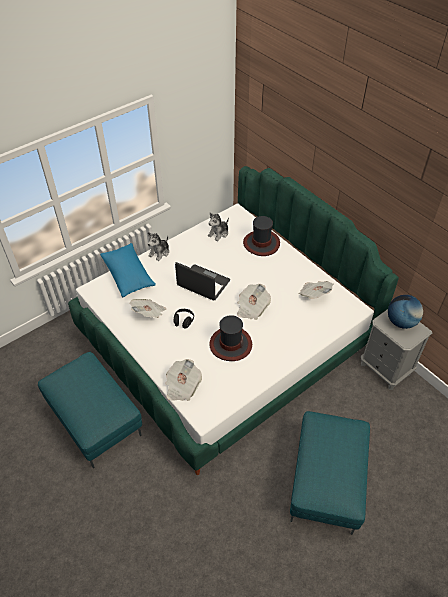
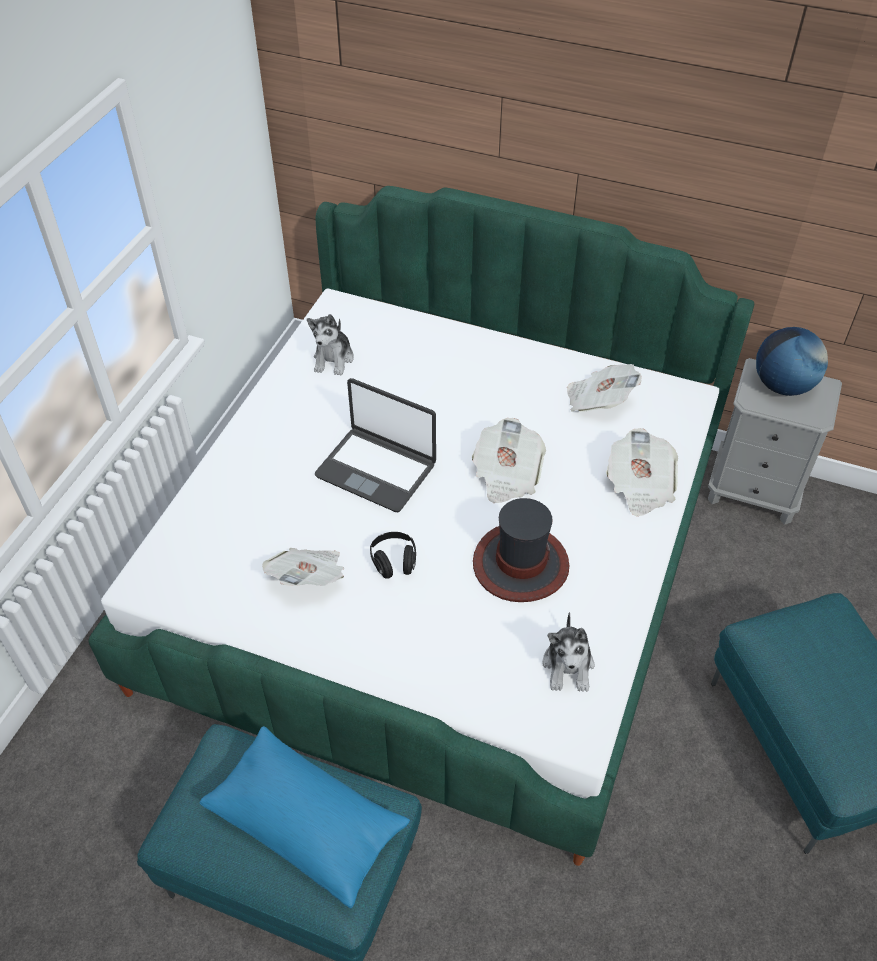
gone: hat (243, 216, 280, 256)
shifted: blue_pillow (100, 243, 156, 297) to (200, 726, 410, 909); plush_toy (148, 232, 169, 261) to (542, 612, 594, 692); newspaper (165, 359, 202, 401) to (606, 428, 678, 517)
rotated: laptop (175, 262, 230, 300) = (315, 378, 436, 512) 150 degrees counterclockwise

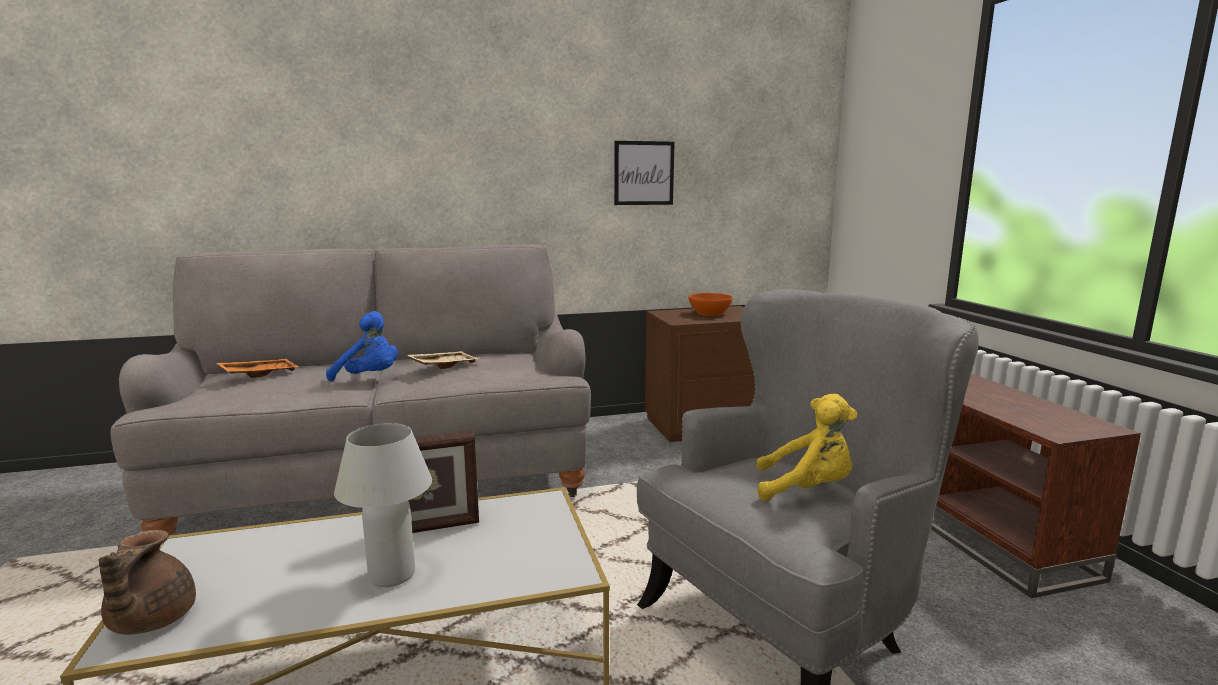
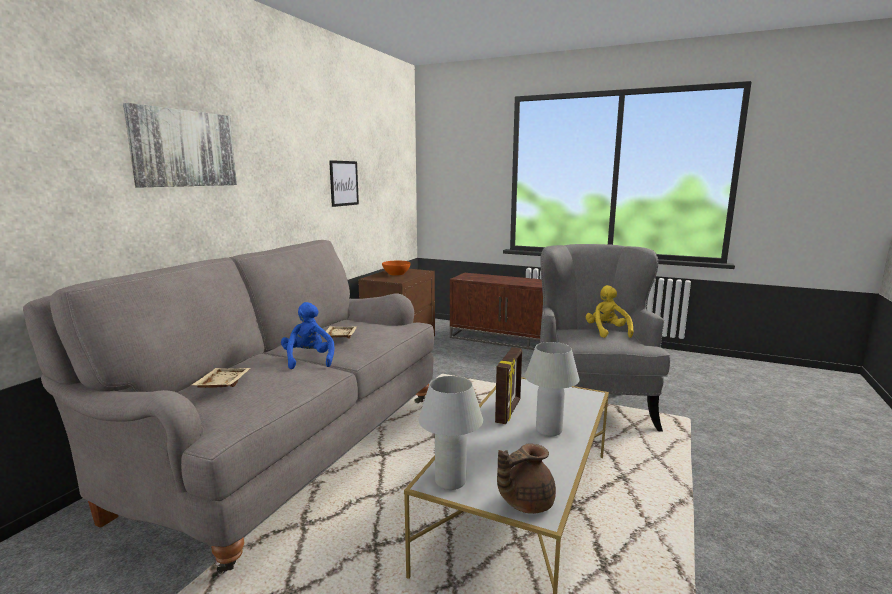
new: picture (123, 103, 237, 187); white_table_lamp (419, 376, 483, 490)
repainted: orange_tray (216, 359, 299, 378) to beige_tray (191, 368, 251, 388)
rotated: brown_teapot (99, 530, 196, 635) = (497, 443, 556, 514) 120 degrees clockwise; blue_plush_toy (326, 311, 398, 381) = (281, 302, 335, 369) 75 degrees counterclockwise; yellow_plush_toy (757, 394, 857, 501) = (586, 285, 633, 338) 60 degrees counterclockwise

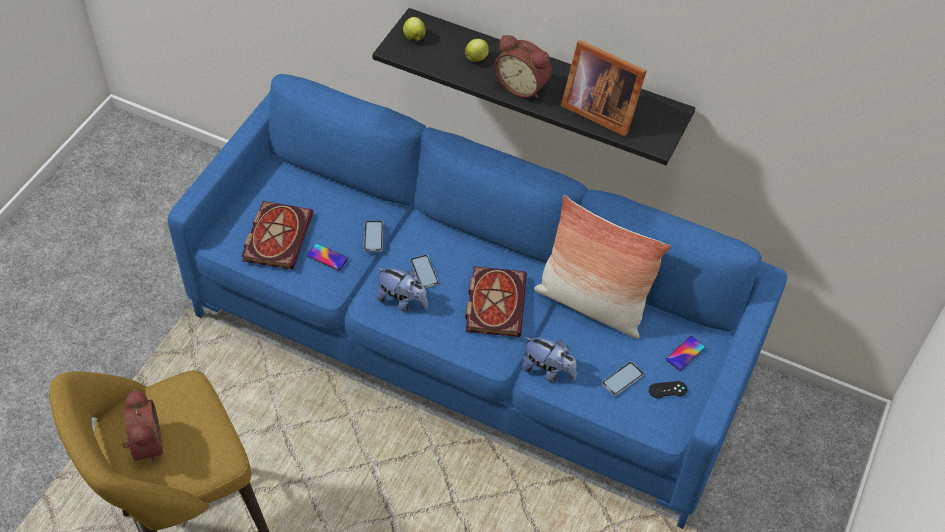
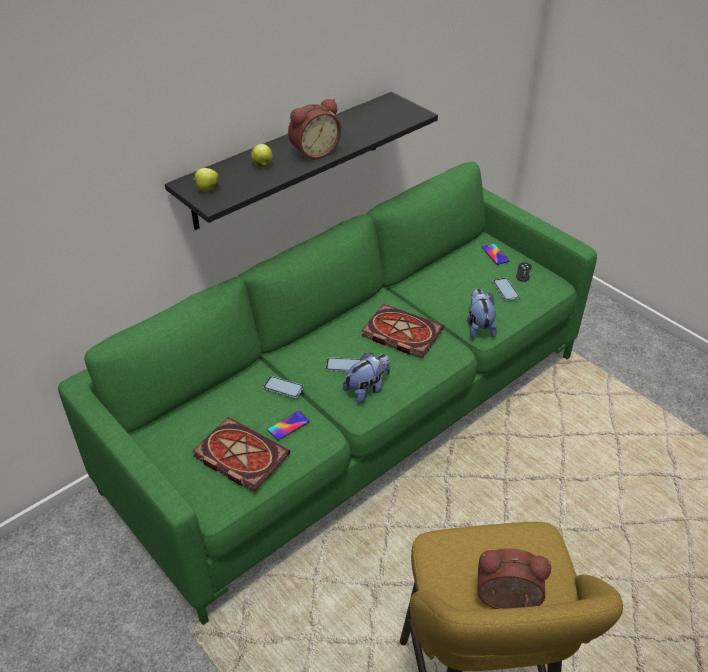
gone: pillow (534, 195, 671, 339); picture_frame (561, 40, 647, 137)
repainted: blue_sofa (168, 74, 787, 529) to green_sofa (58, 162, 597, 625)
rotated: plush_toy (522, 337, 577, 383) = (467, 288, 497, 338) 60 degrees counterclockwise

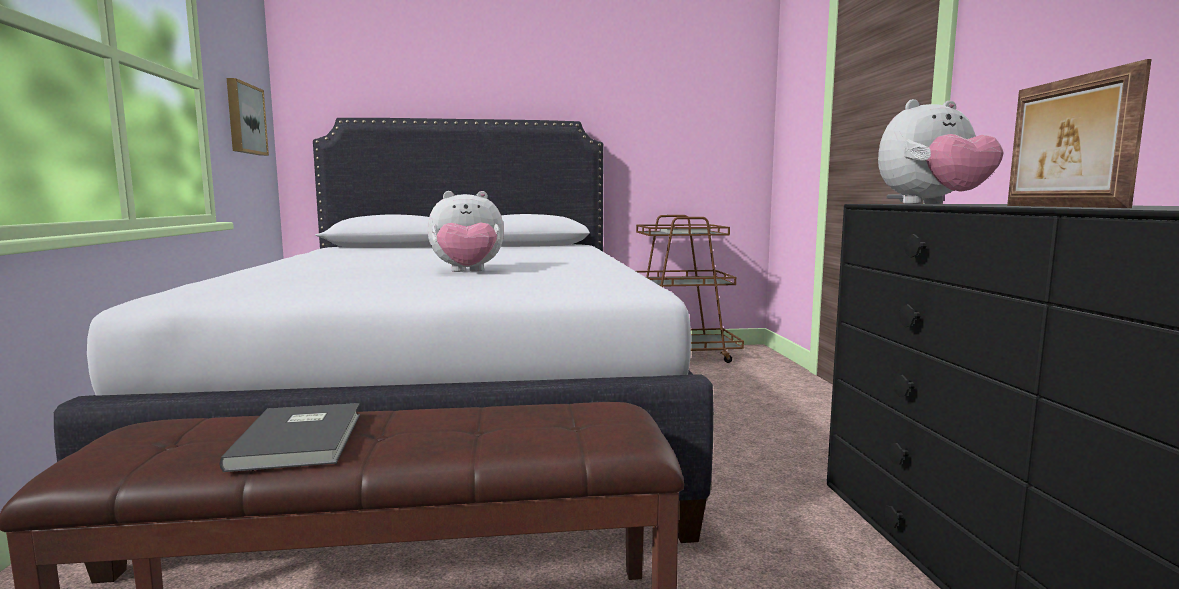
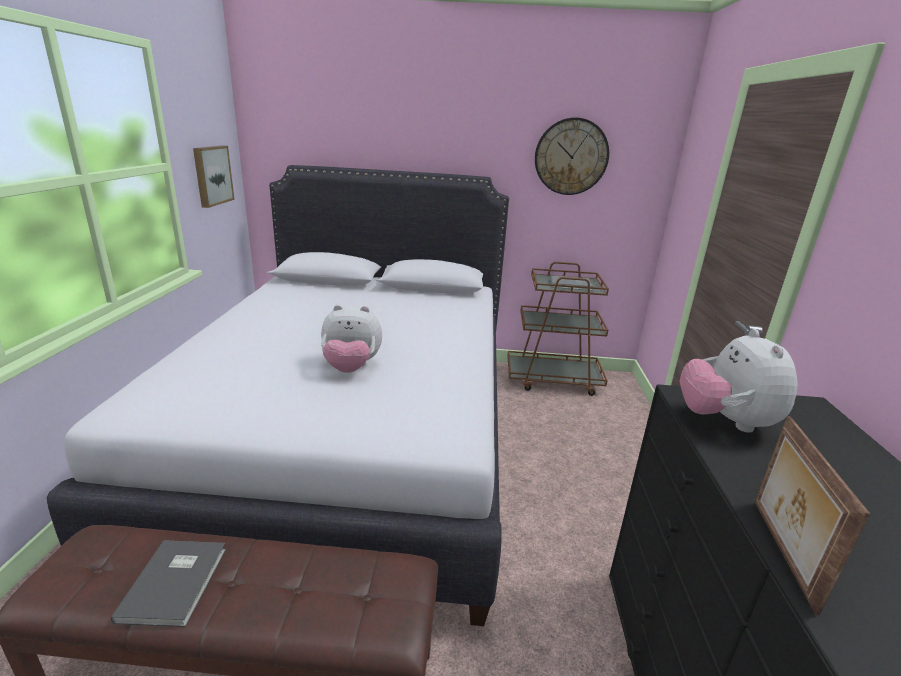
new: wall_clock (535, 118, 609, 195)
rotated: plush_toy (878, 99, 1004, 204) = (680, 329, 798, 433) 90 degrees clockwise

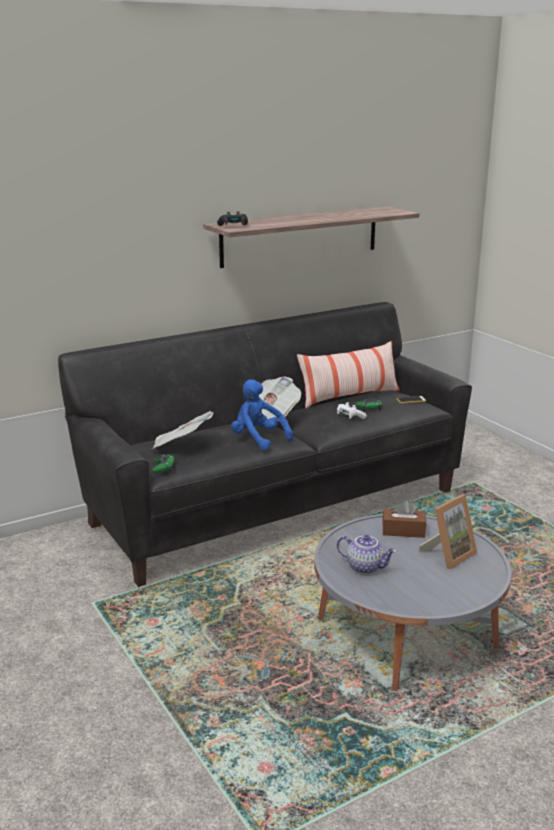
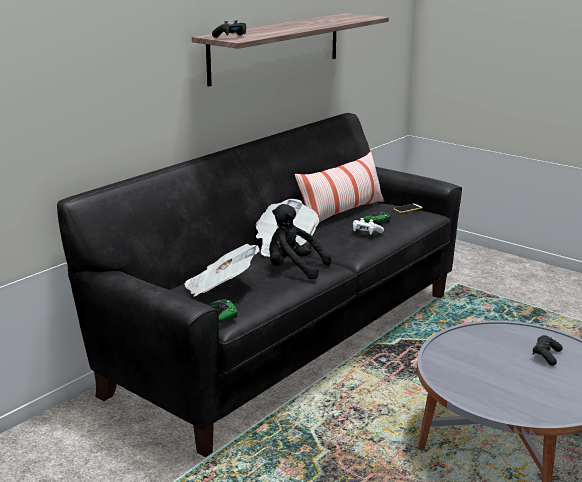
gone: teapot (337, 535, 396, 574); brown_tissue_box (382, 500, 426, 538)
swapped: picture_frame (419, 494, 477, 569) to black_game_controller (533, 335, 563, 366)
repainted: blue_plush_toy (231, 379, 293, 451) to black_plush_toy (269, 204, 331, 279)

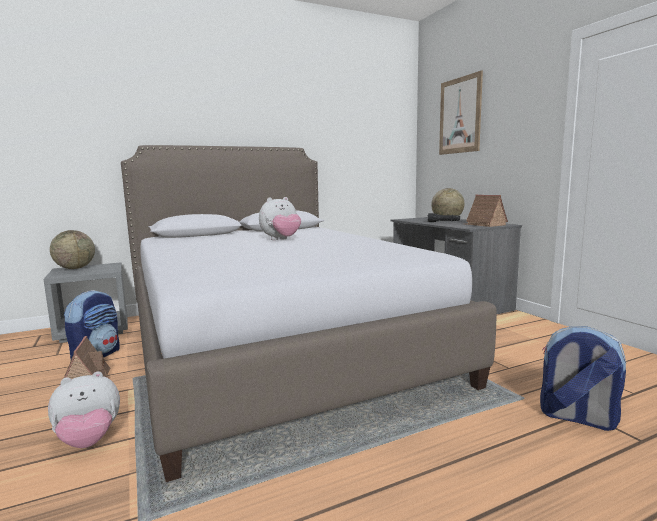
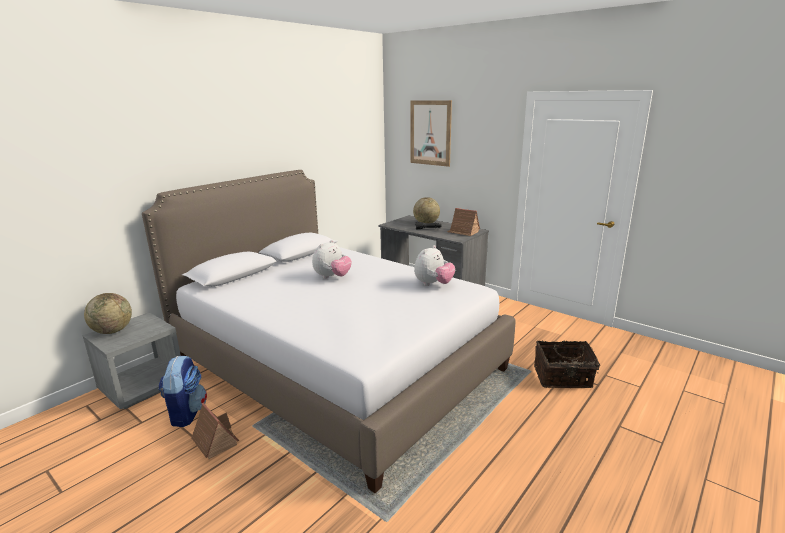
shifted: plush_toy (48, 371, 120, 448) to (414, 245, 455, 286)
swapped: backpack (540, 326, 626, 431) to basket (534, 341, 600, 388)

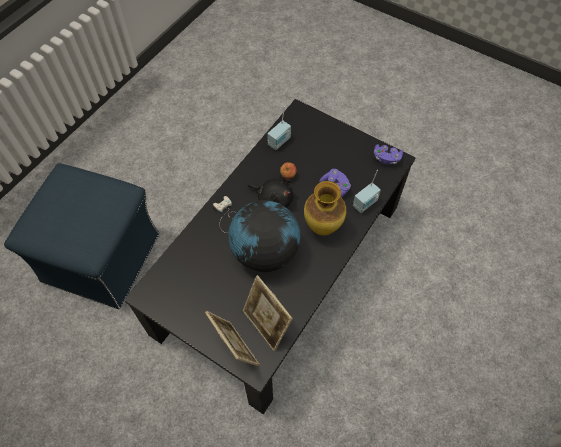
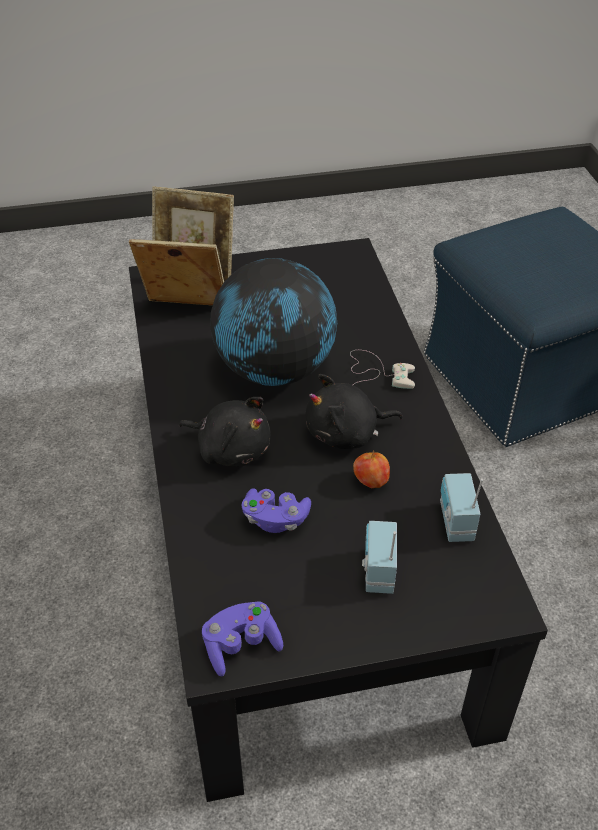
shifted: radio (353, 170, 381, 213) to (362, 521, 397, 594)
swapped: vase (304, 181, 346, 236) to black_plush_toy (179, 397, 271, 467)

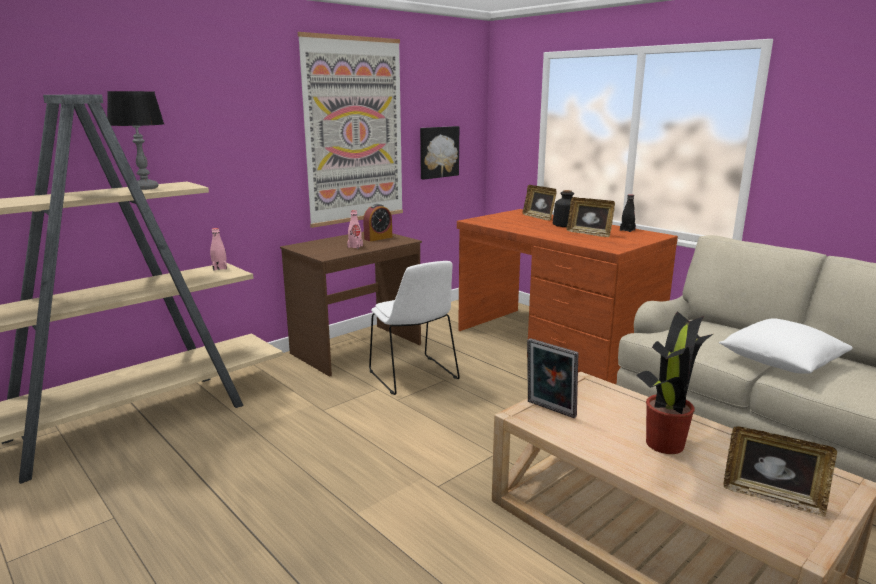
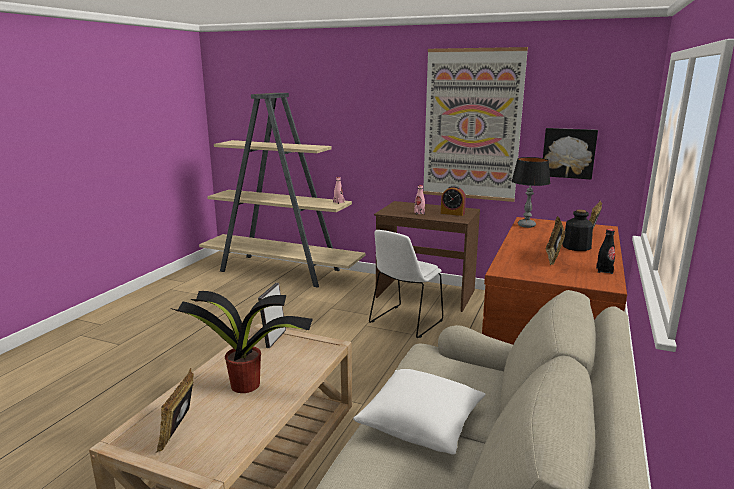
shifted: table_lamp (107, 91, 164, 190) to (512, 157, 550, 228)

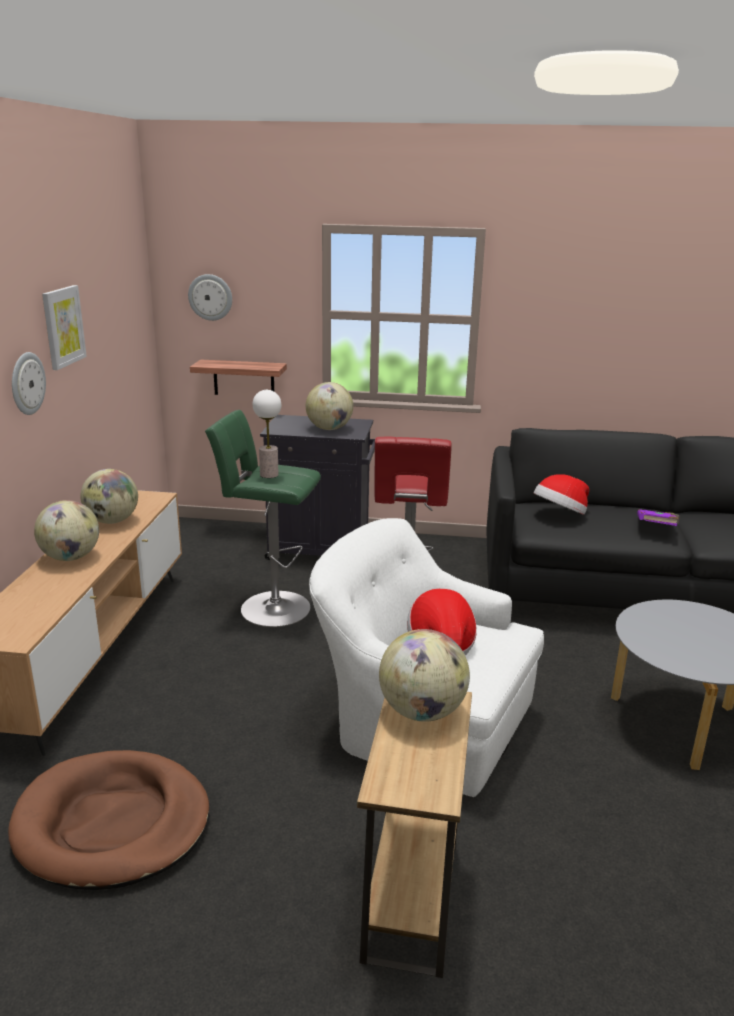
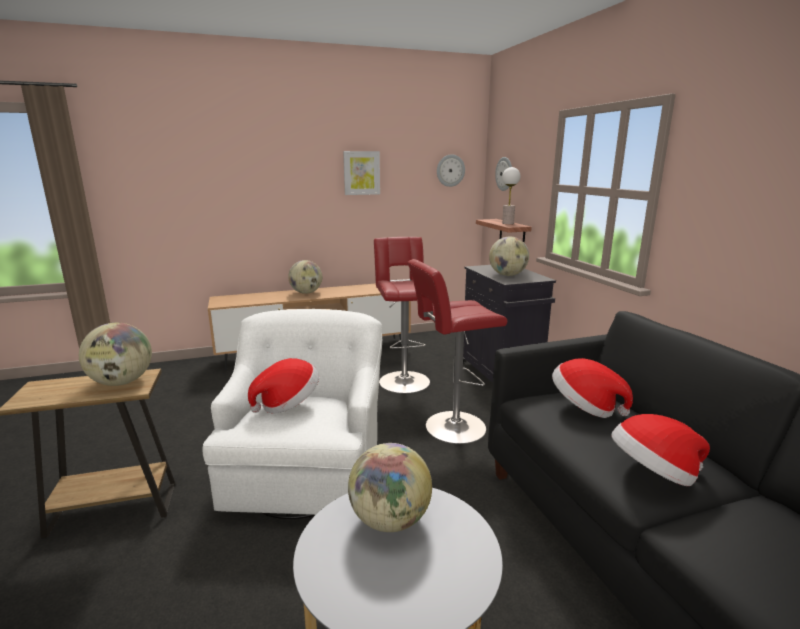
gone: brown_dog_bed (8, 750, 210, 890)
shifted: wall_clock (12, 352, 46, 415) to (437, 154, 465, 187); globe (80, 469, 138, 524) to (348, 443, 432, 532); table_lamp (253, 390, 281, 478) to (502, 167, 520, 224)
swapped: purple_book (637, 509, 679, 526) to hat (611, 414, 710, 486)
repainted: green_stool (205, 410, 321, 627) to red_stool (374, 237, 430, 394)

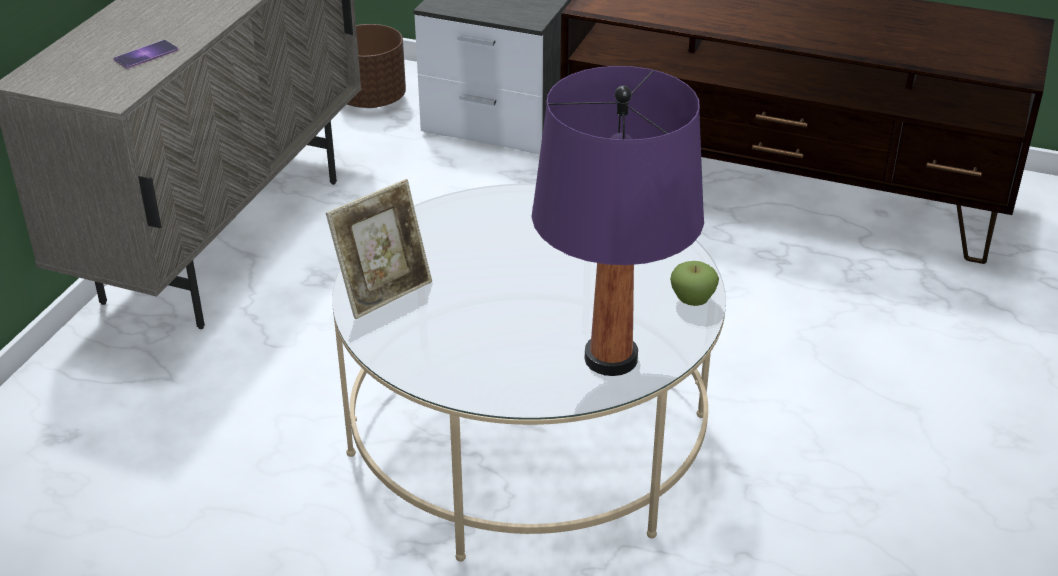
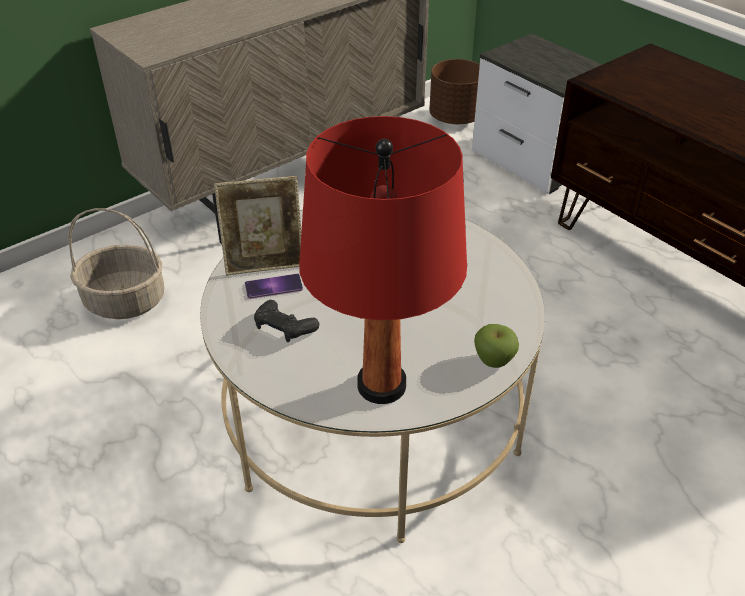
new: basket (68, 208, 164, 319); black_game_controller (254, 300, 319, 342)
shifted: phone (113, 40, 178, 69) to (245, 273, 303, 299)
repainted: purple_table_lamp (532, 66, 704, 376) to red_table_lamp (299, 116, 467, 404)

